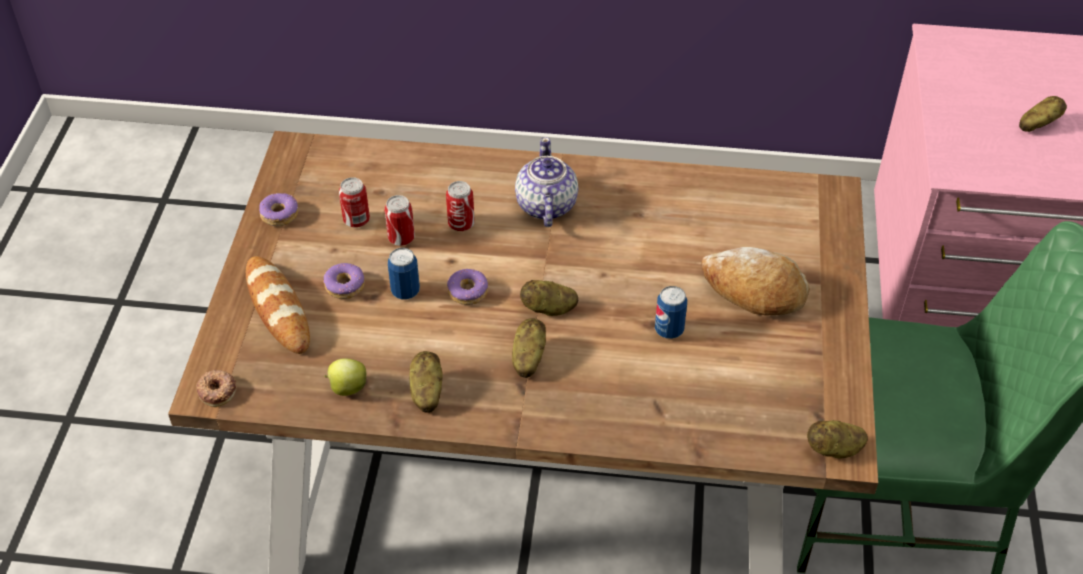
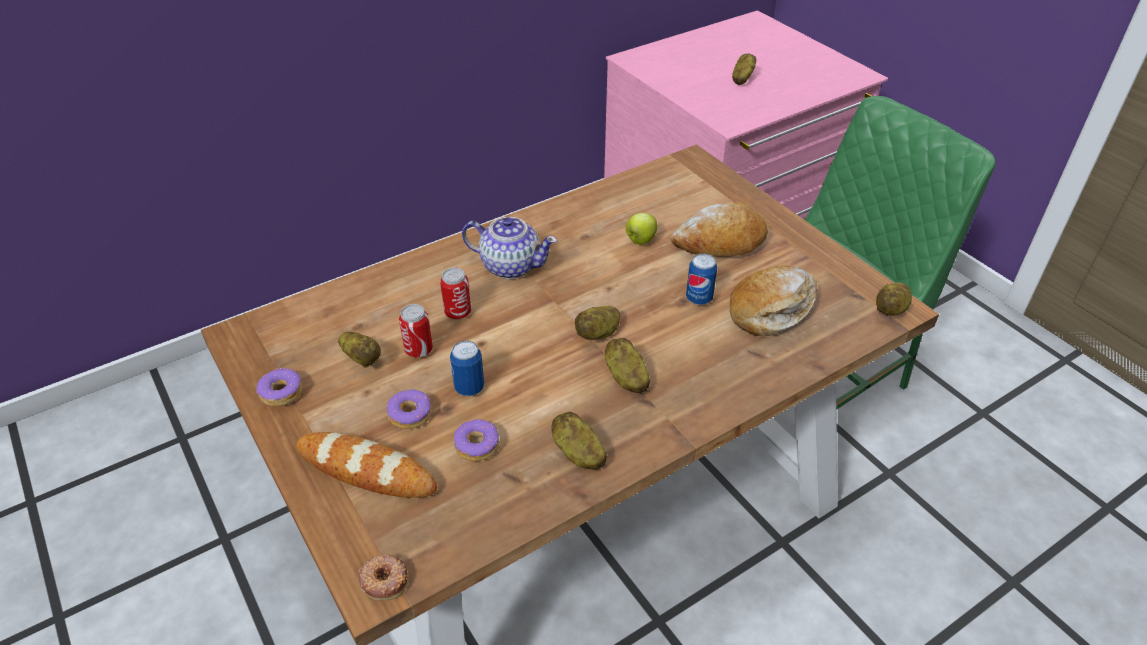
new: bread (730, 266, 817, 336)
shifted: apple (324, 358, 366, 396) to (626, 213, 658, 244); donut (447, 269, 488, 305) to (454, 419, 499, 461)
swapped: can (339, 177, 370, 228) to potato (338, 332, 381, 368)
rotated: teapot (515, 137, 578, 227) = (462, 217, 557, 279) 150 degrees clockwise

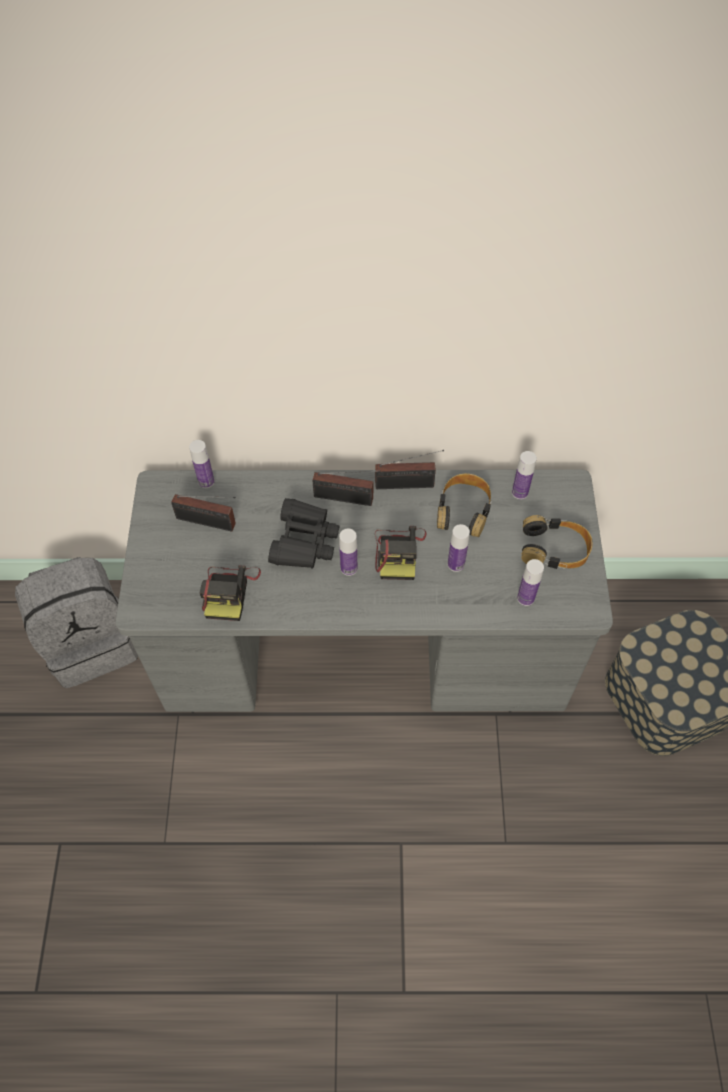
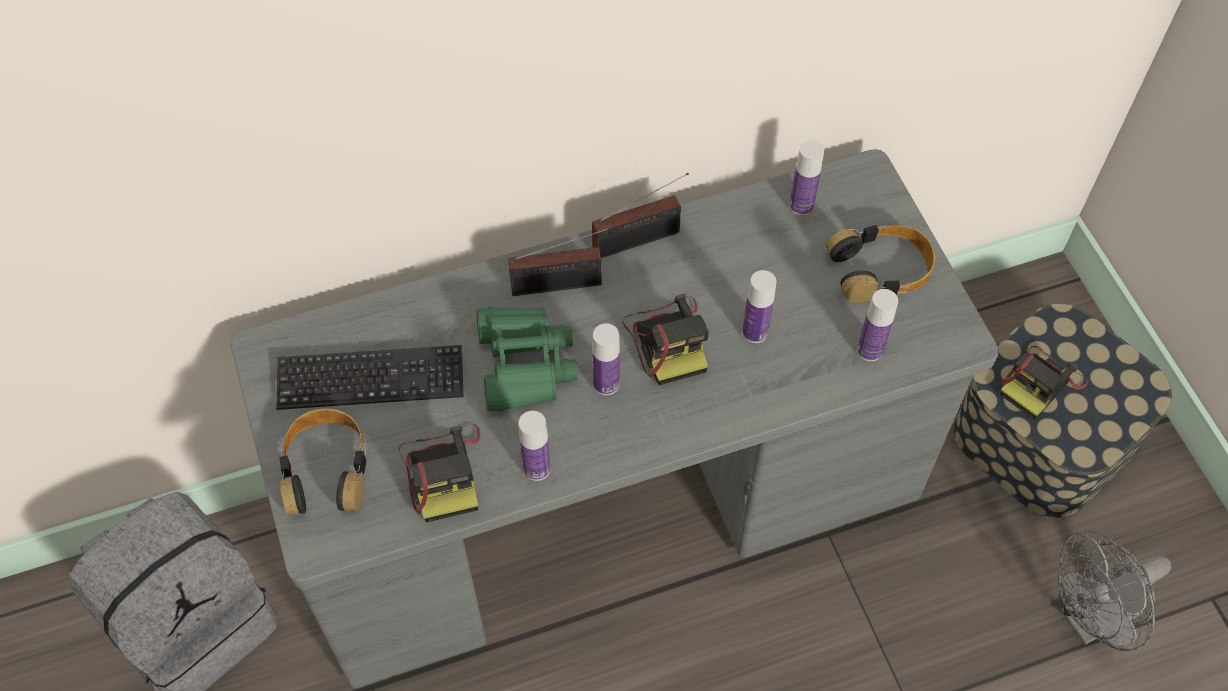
new: photo_camera (1000, 346, 1088, 420); grey_fan (1058, 531, 1171, 651)
shifted: bottle (189, 440, 215, 488) to (519, 411, 551, 481); headphones (437, 474, 492, 537) to (280, 409, 366, 515)
swapped: radio (171, 494, 236, 532) to keyboard (276, 345, 464, 410)
repainted: black_binoculars (268, 498, 339, 569) to green_binoculars (477, 307, 578, 411)

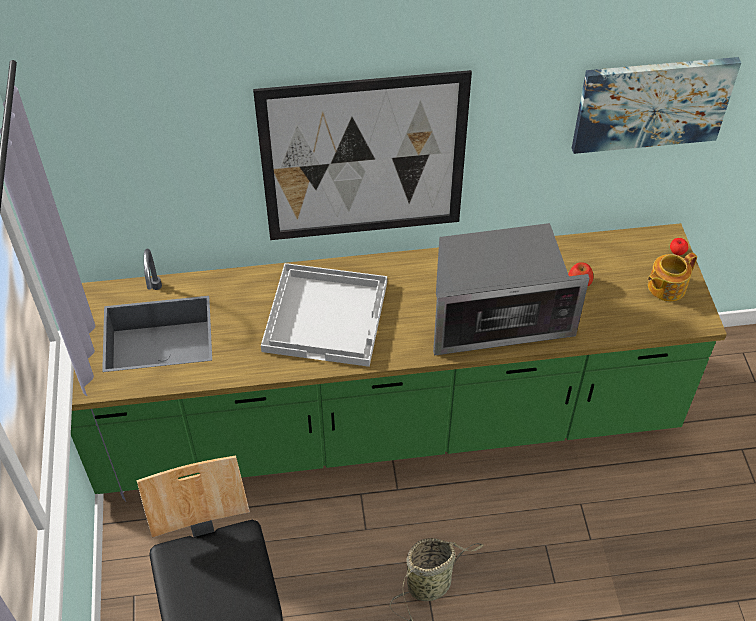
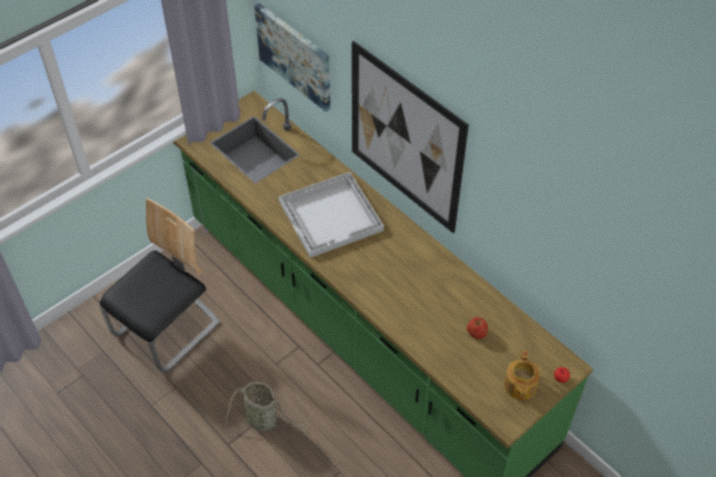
gone: microwave (433, 223, 589, 356)
shifted: picture (572, 57, 741, 154) to (254, 3, 330, 112)
rotated: teapot (648, 252, 697, 302) = (504, 351, 540, 400) 105 degrees counterclockwise

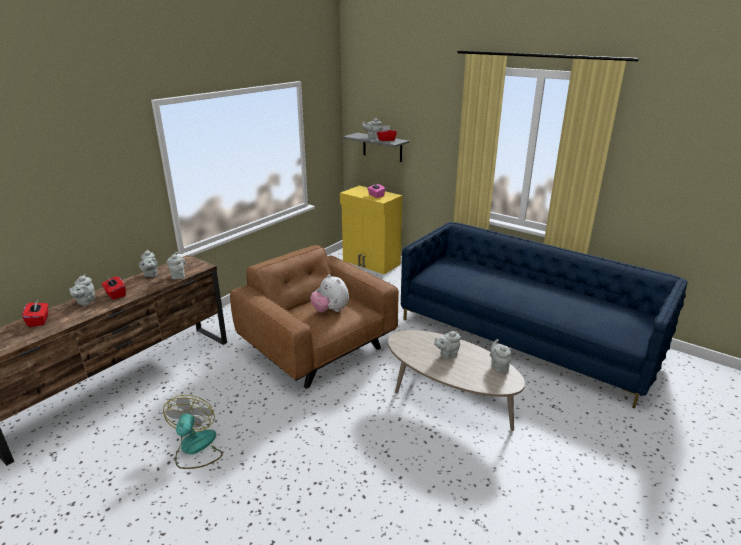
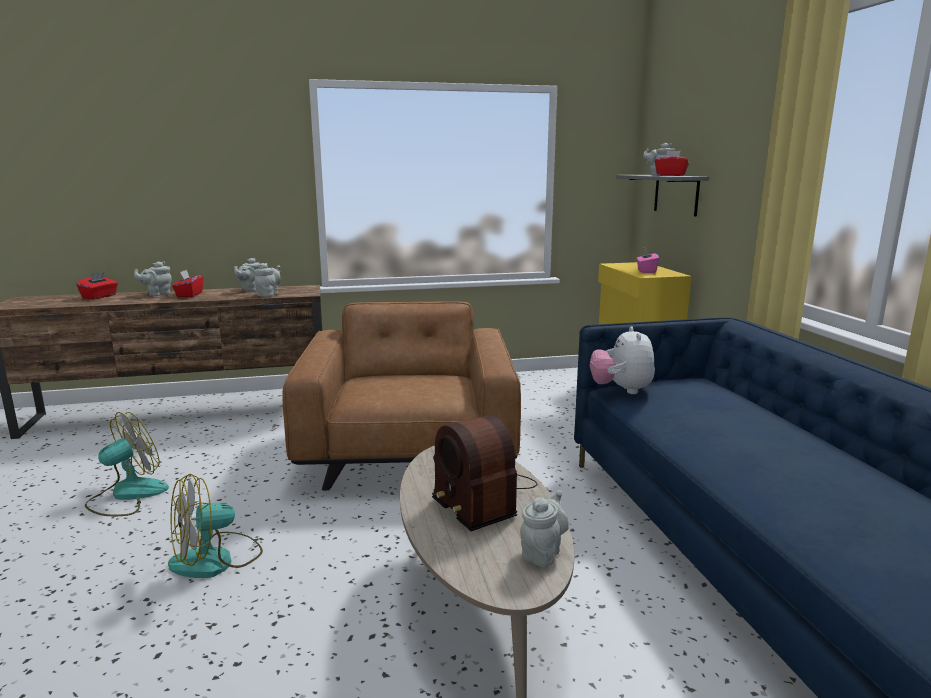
new: fan (168, 474, 263, 578)
shifted: plush_toy (310, 274, 349, 312) to (590, 326, 655, 394)
swapped: grey_teapot (434, 331, 461, 359) to radio (432, 415, 537, 531)

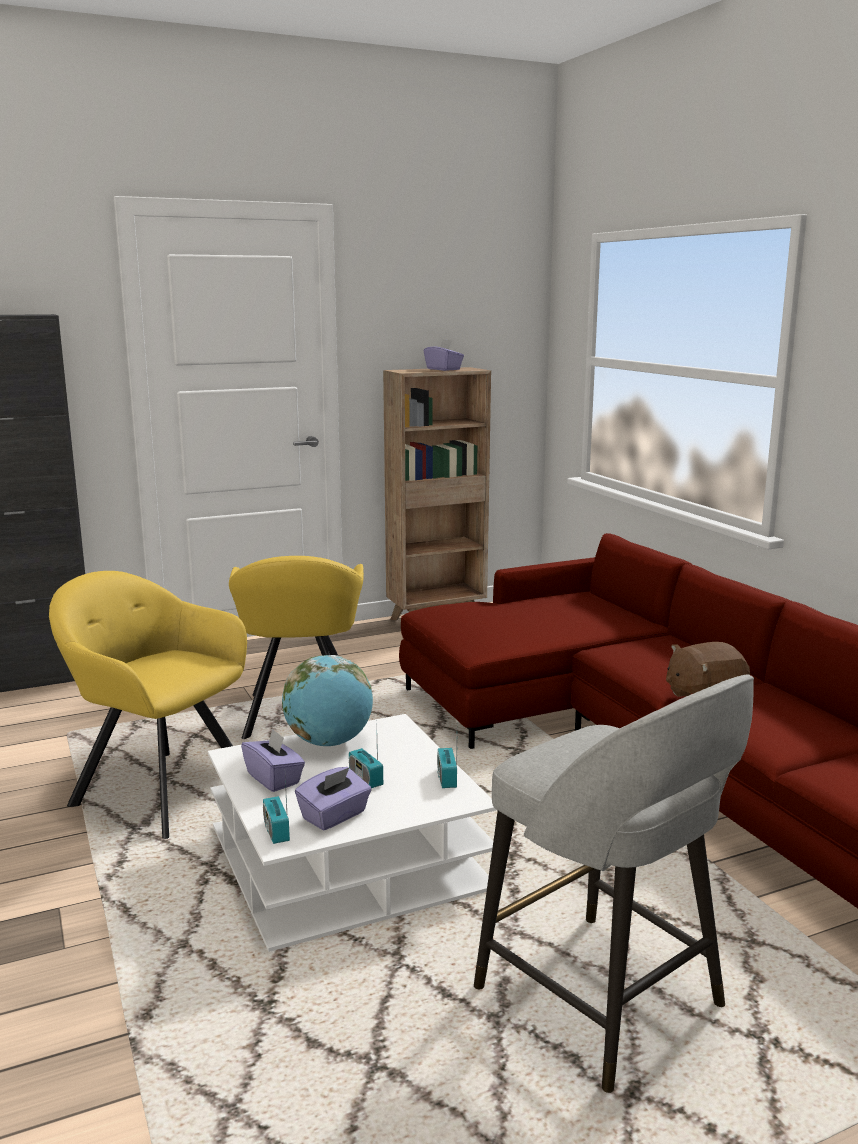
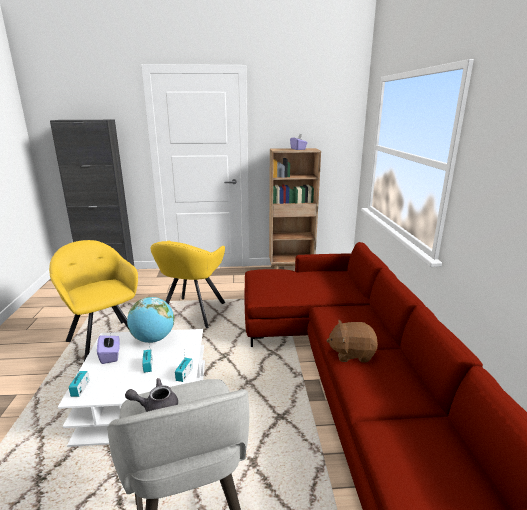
gone: purple_tissue_box (295, 767, 372, 831)
new: grey_teapot (125, 378, 178, 412)

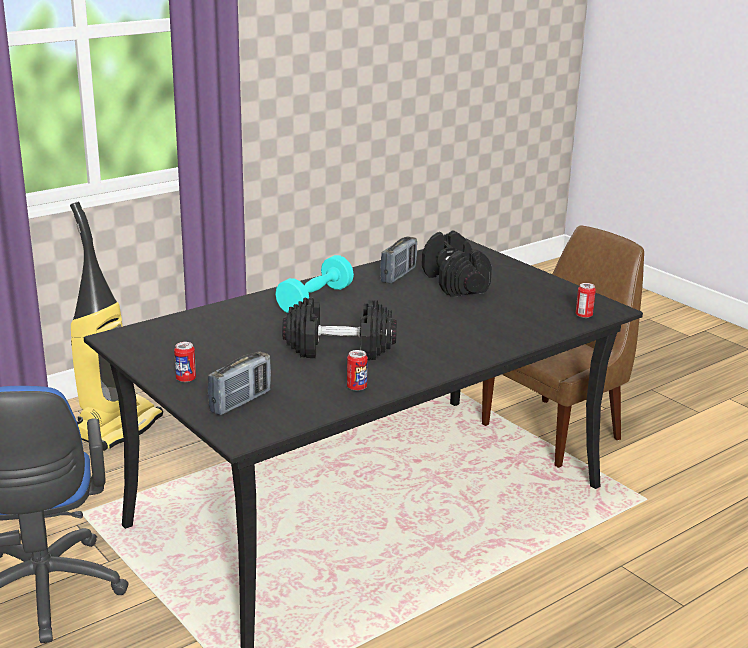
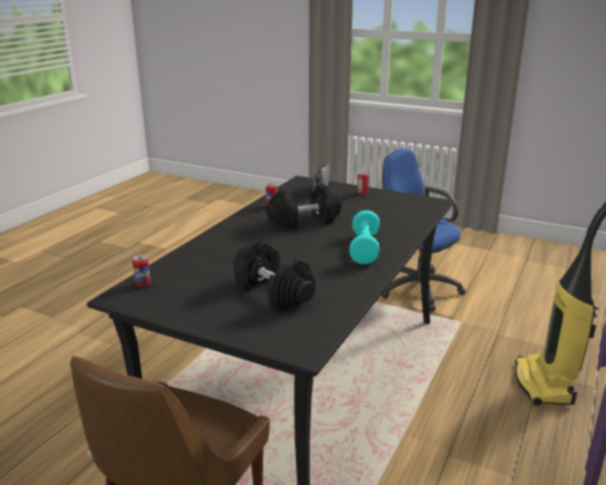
gone: radio (380, 237, 417, 284)

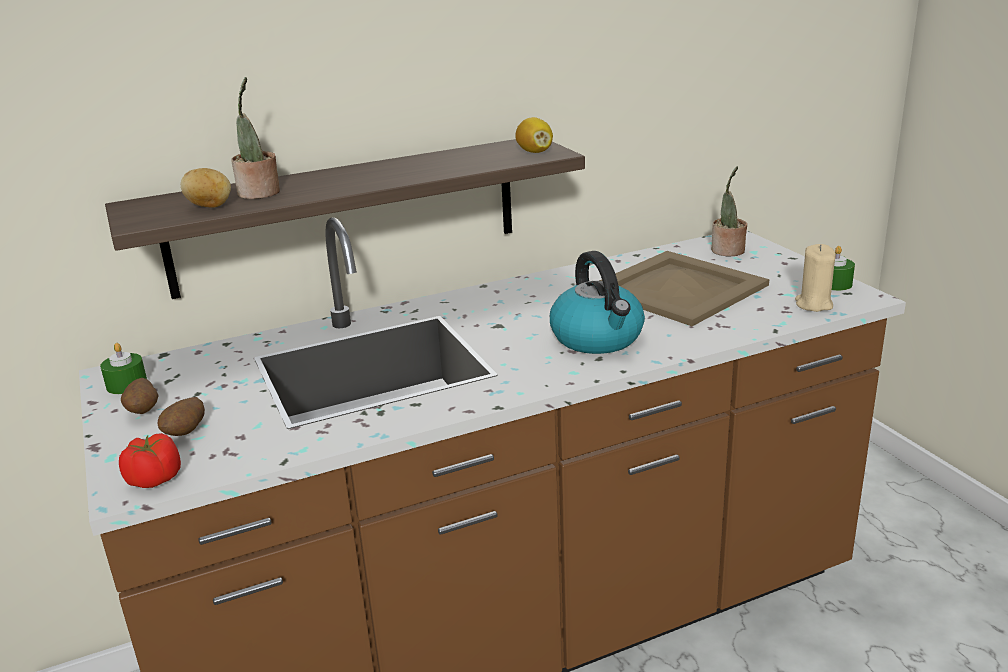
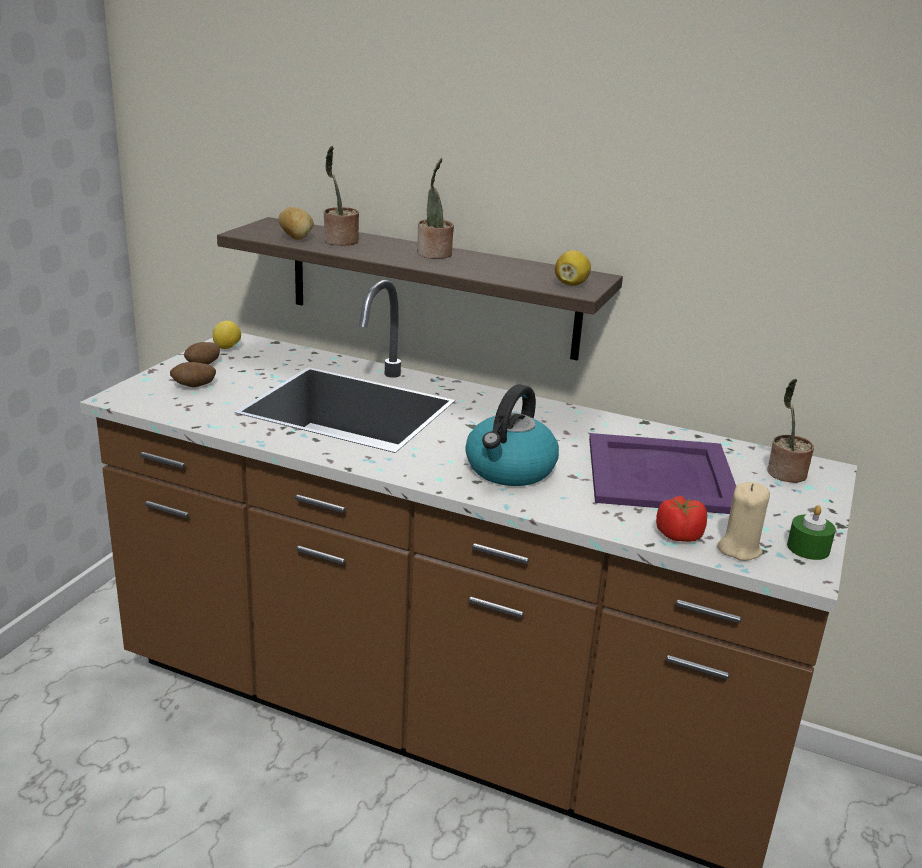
new: potted_plant (417, 158, 454, 259)
shifted: tomato (119, 433, 181, 488) to (656, 496, 707, 542)
swapped: green_candle (100, 343, 147, 394) to lemon (213, 321, 241, 349)
repainted: beige_tray (599, 251, 769, 326) to purple_tray (589, 433, 736, 514)

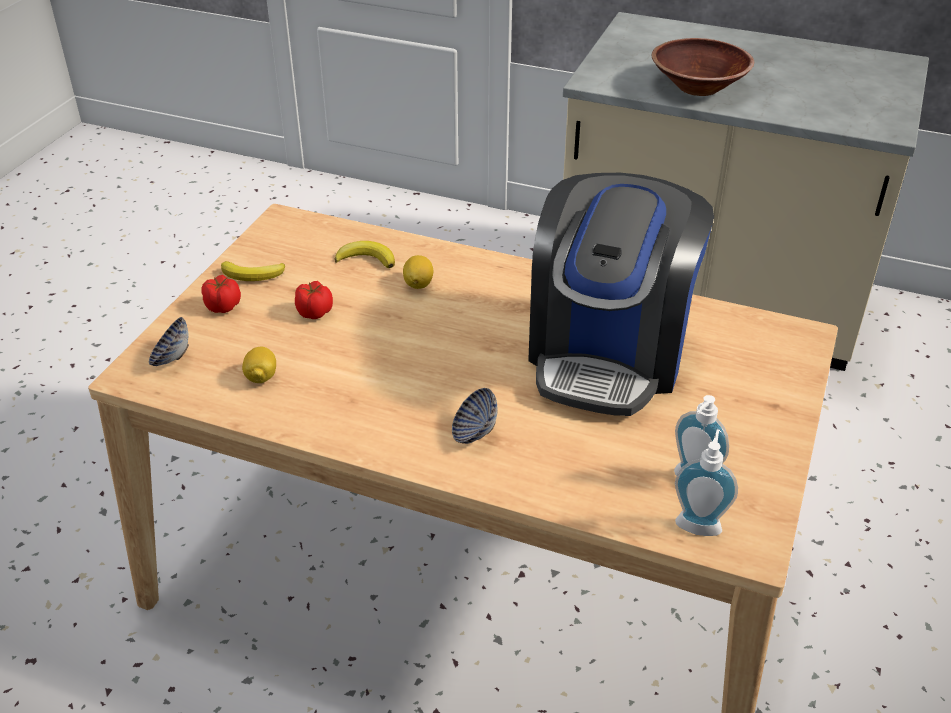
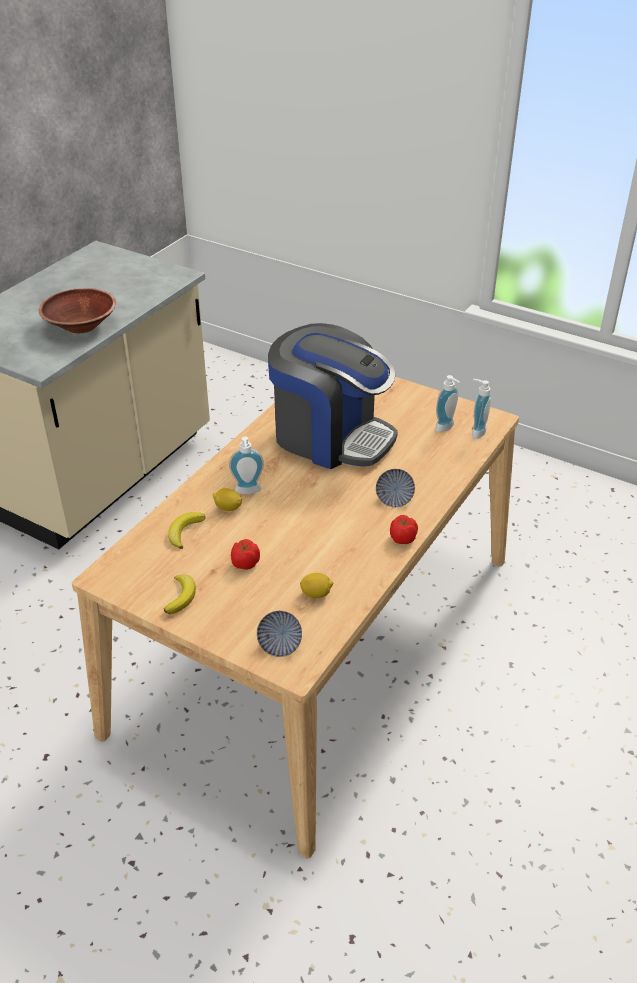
new: soap_dispenser (229, 436, 264, 494)
shifted: tomato (201, 275, 241, 313) to (390, 515, 418, 544)

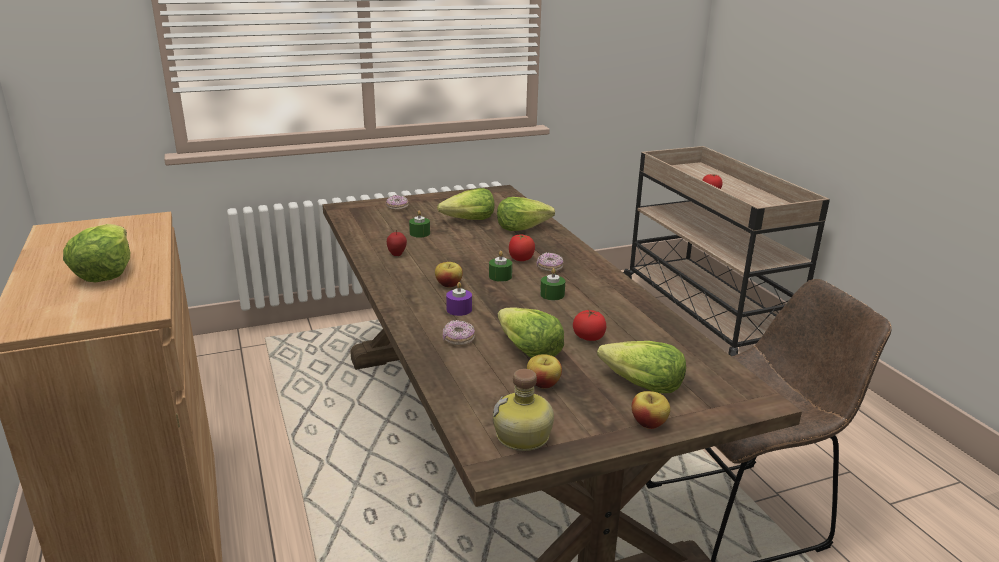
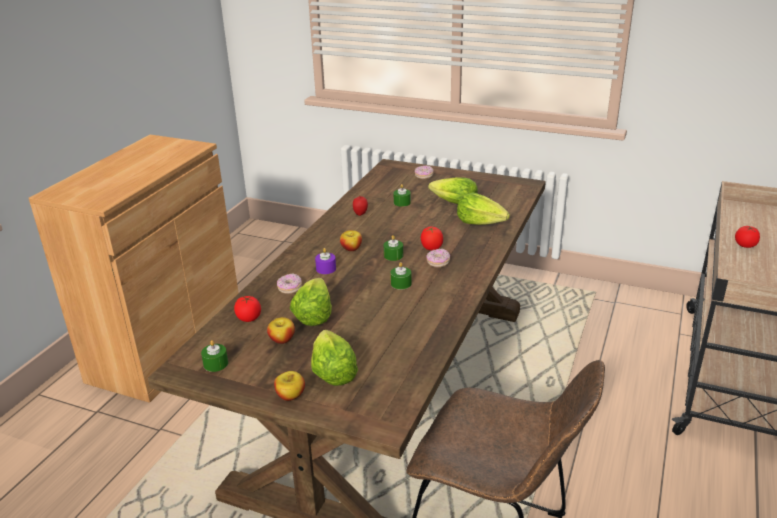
gone: lettuce (63, 224, 130, 282)
shifted: tomato (573, 310, 606, 341) to (234, 296, 261, 322)
swapped: bottle (493, 369, 554, 451) to green_candle (201, 340, 228, 372)

